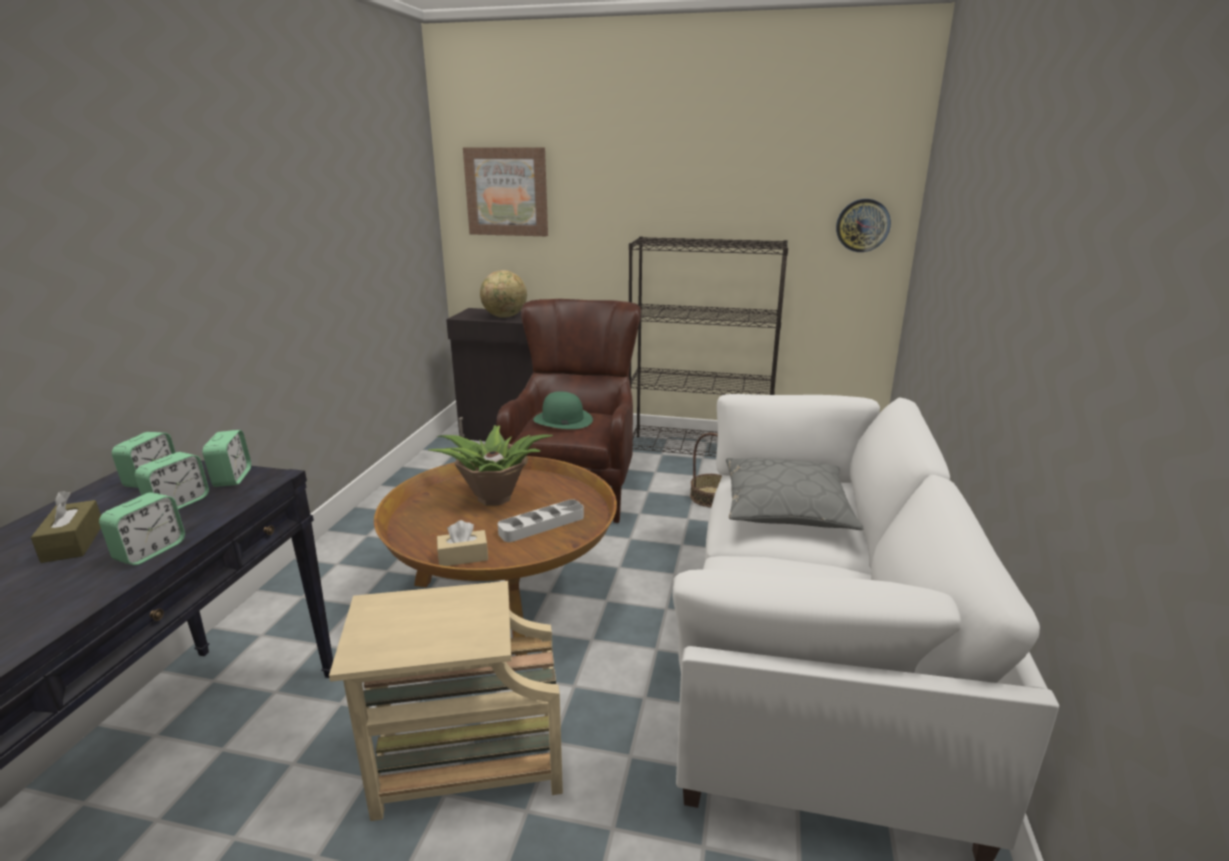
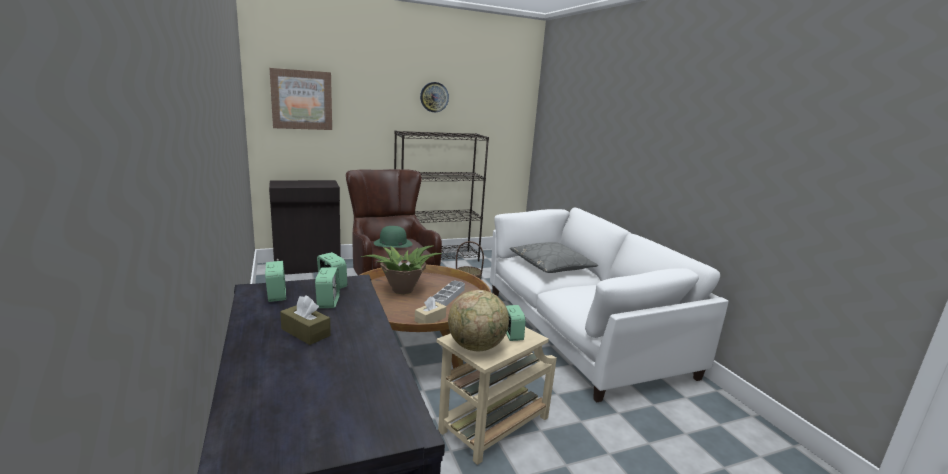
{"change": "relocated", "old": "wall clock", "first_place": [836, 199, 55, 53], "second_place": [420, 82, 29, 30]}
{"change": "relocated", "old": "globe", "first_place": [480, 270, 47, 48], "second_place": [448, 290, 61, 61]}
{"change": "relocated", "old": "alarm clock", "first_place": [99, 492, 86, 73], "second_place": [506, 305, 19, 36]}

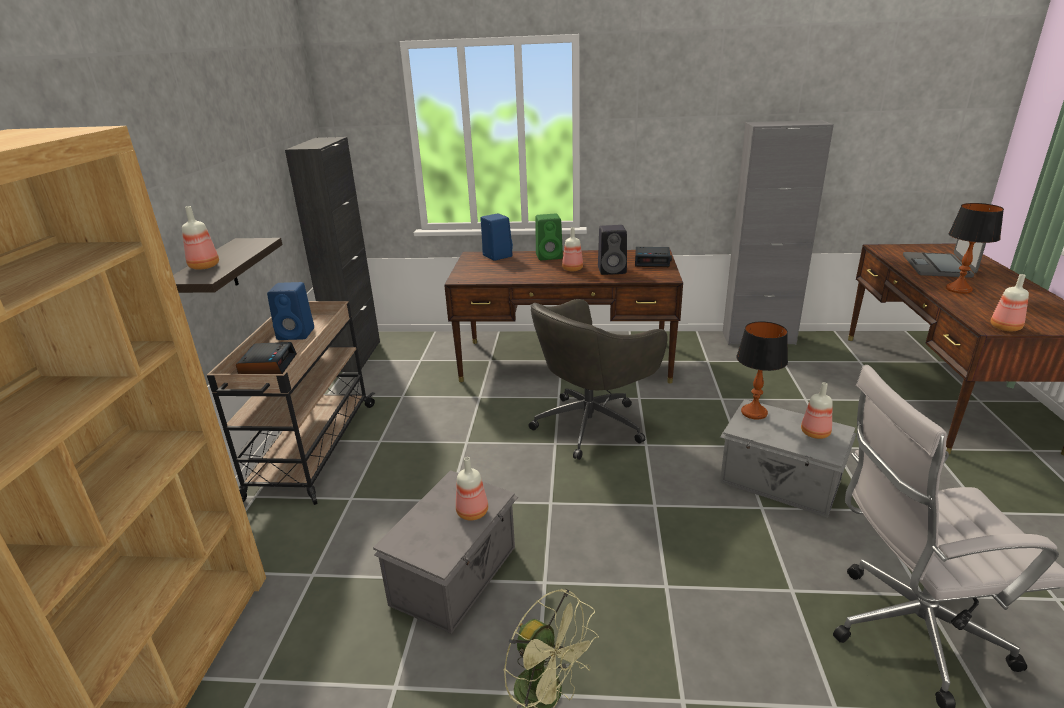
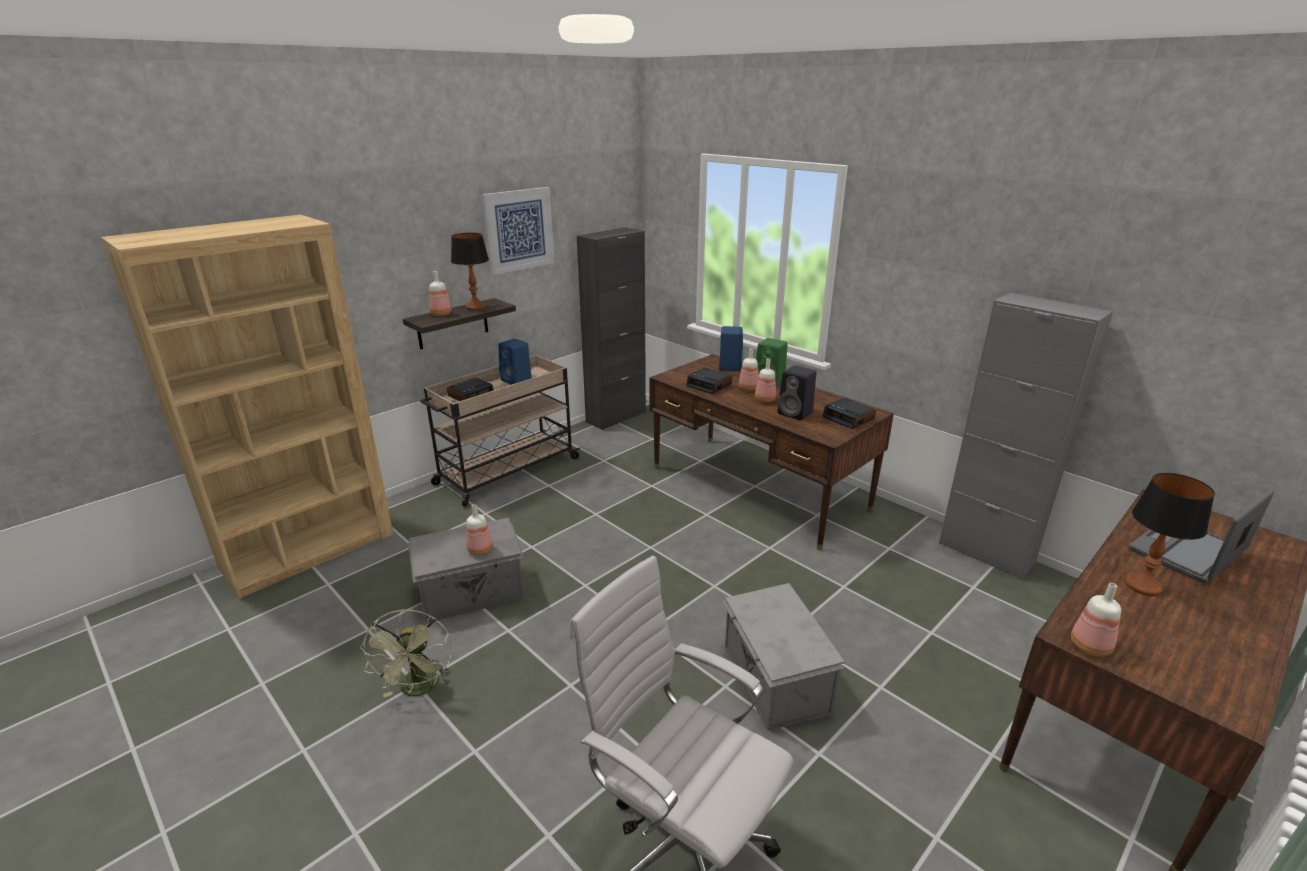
{"change": "missing", "old": "office chair (grey)", "first_place": [529, 299, 139, 161]}
{"change": "relocated", "old": "table lamp", "first_place": [736, 321, 52, 99], "second_place": [451, 233, 38, 77]}
{"change": "relocated", "old": "bottle", "first_place": [801, 382, 32, 57], "second_place": [739, 348, 20, 43]}
{"change": "appeared", "new": "picture", "second_place": [482, 187, 72, 88]}
{"change": "appeared", "new": "alarm clock", "second_place": [686, 368, 46, 26]}

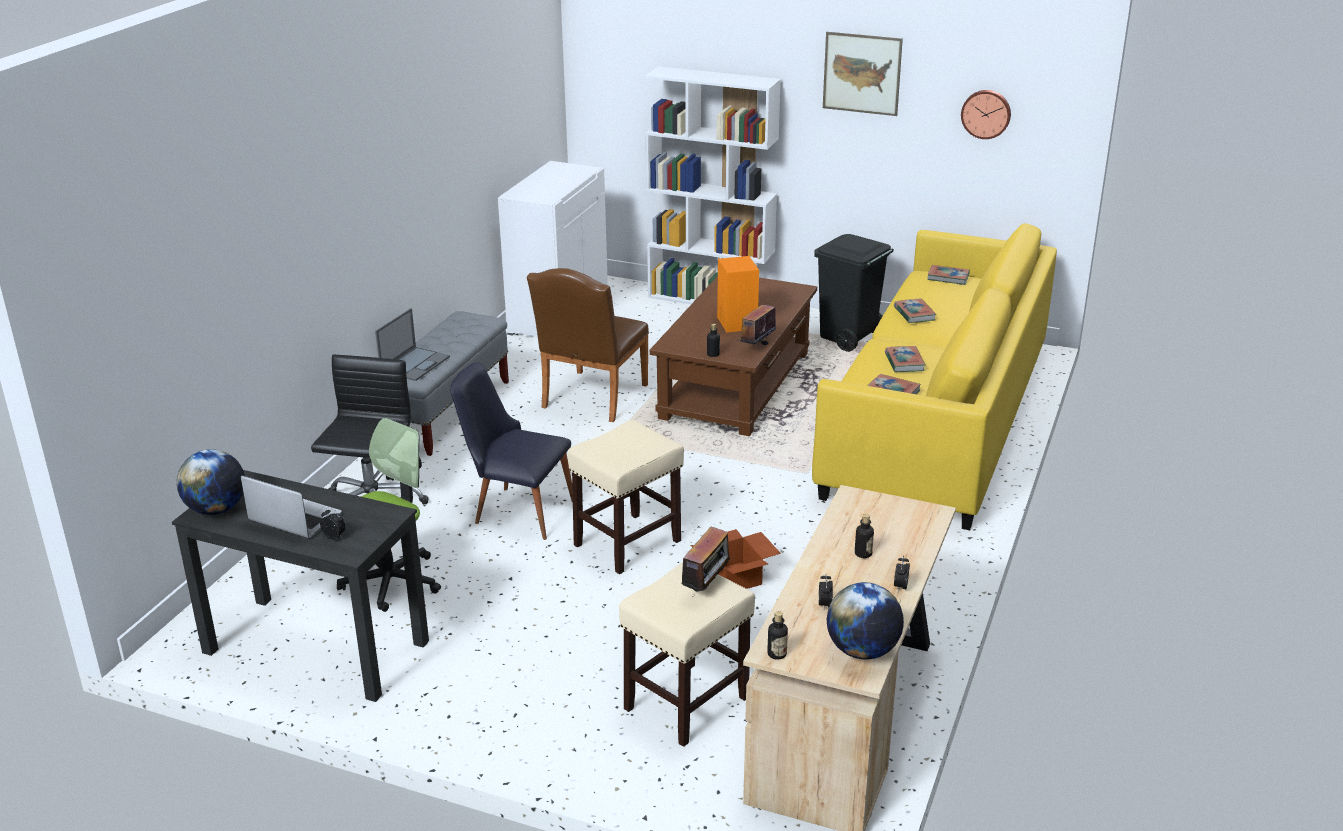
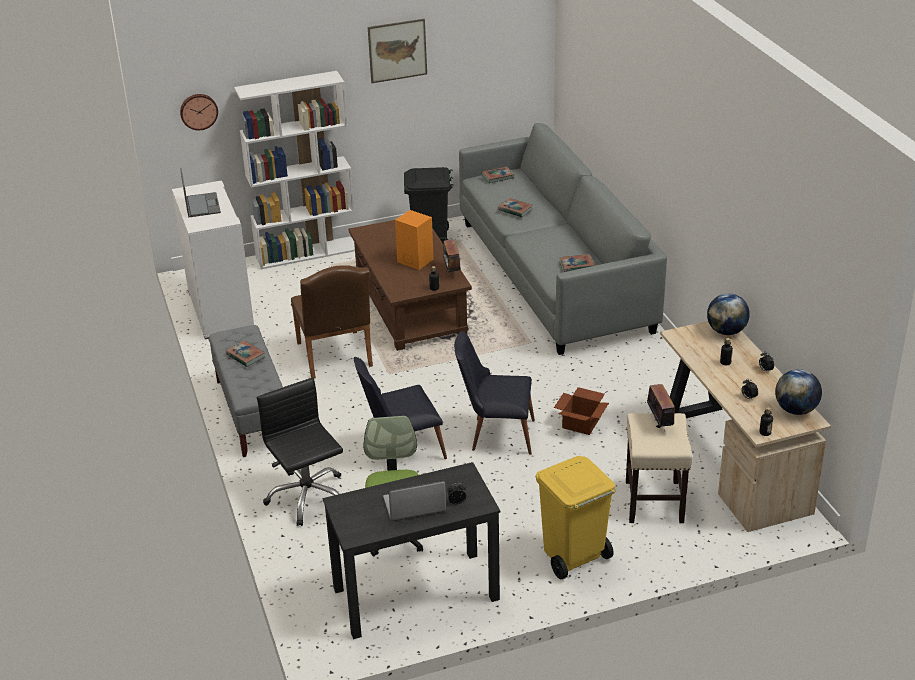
{"change": "relocated", "old": "wall clock", "first_place": [961, 90, 50, 49], "second_place": [180, 94, 38, 36]}
{"change": "colour", "old": "sofa (yellow)", "new": "sofa (grey)", "first_place": [812, 223, 245, 307], "second_place": [459, 123, 208, 232]}
{"change": "relocated", "old": "laptop", "first_place": [375, 308, 75, 73], "second_place": [180, 168, 41, 50]}
{"change": "relocated", "old": "book", "first_place": [885, 346, 41, 26], "second_place": [226, 341, 39, 26]}
{"change": "exchanged", "old": "stool (beige)", "new": "chair (black)", "first_place": [568, 420, 116, 154], "second_place": [454, 331, 81, 124]}
{"change": "relocated", "old": "globe", "first_place": [177, 449, 68, 66], "second_place": [707, 293, 43, 42]}
{"change": "appeared", "new": "trash can (yellow)", "second_place": [536, 456, 79, 123]}

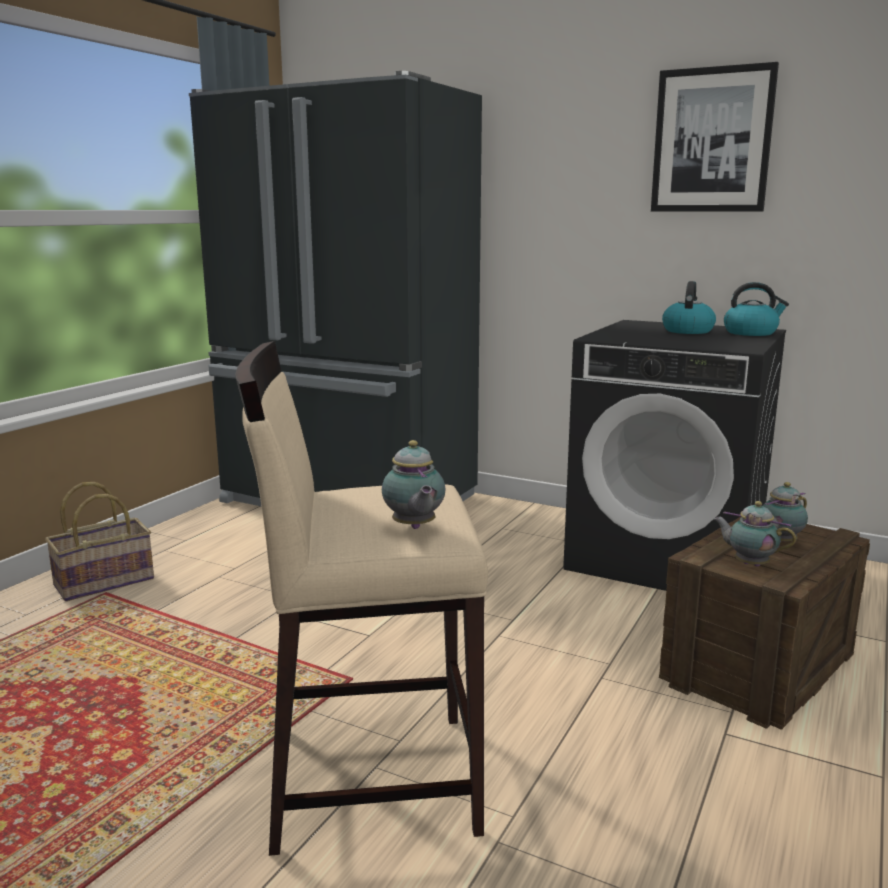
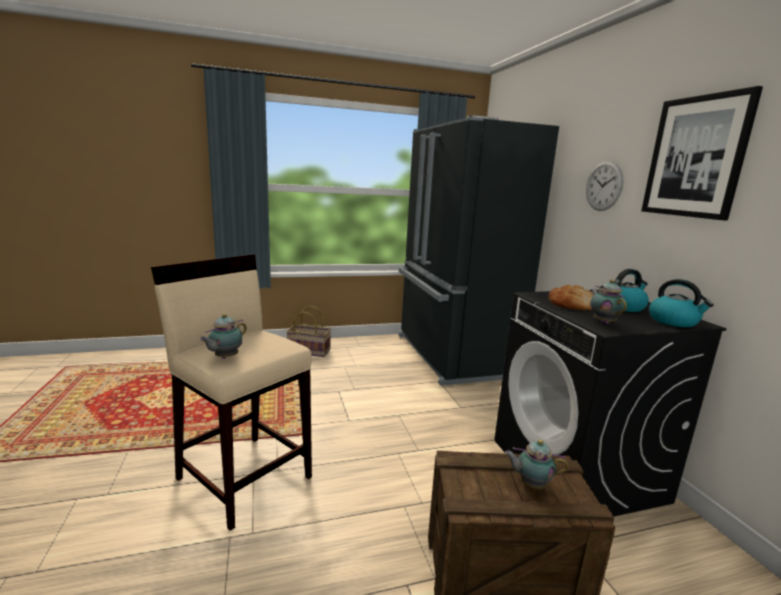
{"change": "relocated", "old": "teapot", "first_place": [713, 501, 83, 66], "second_place": [590, 280, 37, 44]}
{"change": "appeared", "new": "wall clock", "second_place": [586, 161, 38, 50]}
{"change": "appeared", "new": "bread", "second_place": [548, 285, 45, 25]}

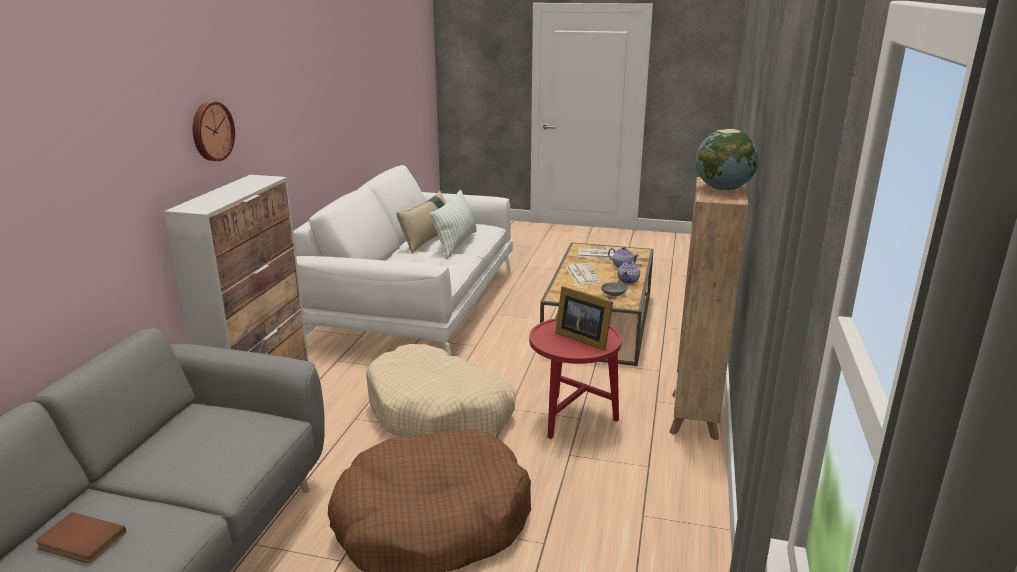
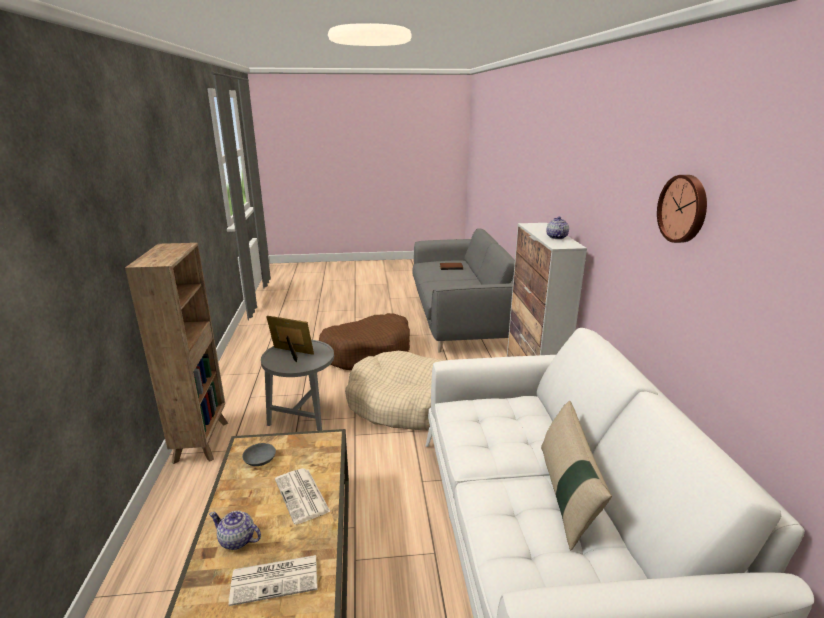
{"change": "relocated", "old": "wall clock", "first_place": [193, 101, 42, 60], "second_place": [657, 175, 50, 68]}
{"change": "missing", "old": "globe", "first_place": [696, 129, 63, 62]}
{"change": "missing", "old": "pillow", "first_place": [430, 190, 46, 69]}
{"change": "relocated", "old": "teapot", "first_place": [618, 260, 22, 24], "second_place": [547, 216, 22, 23]}
{"change": "colour", "old": "side table (red)", "new": "side table (grey)", "first_place": [529, 318, 93, 121], "second_place": [261, 340, 73, 91]}

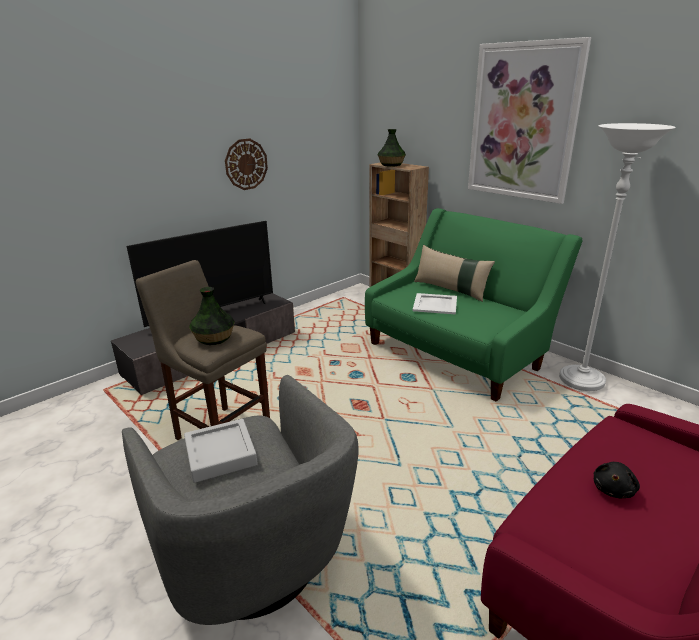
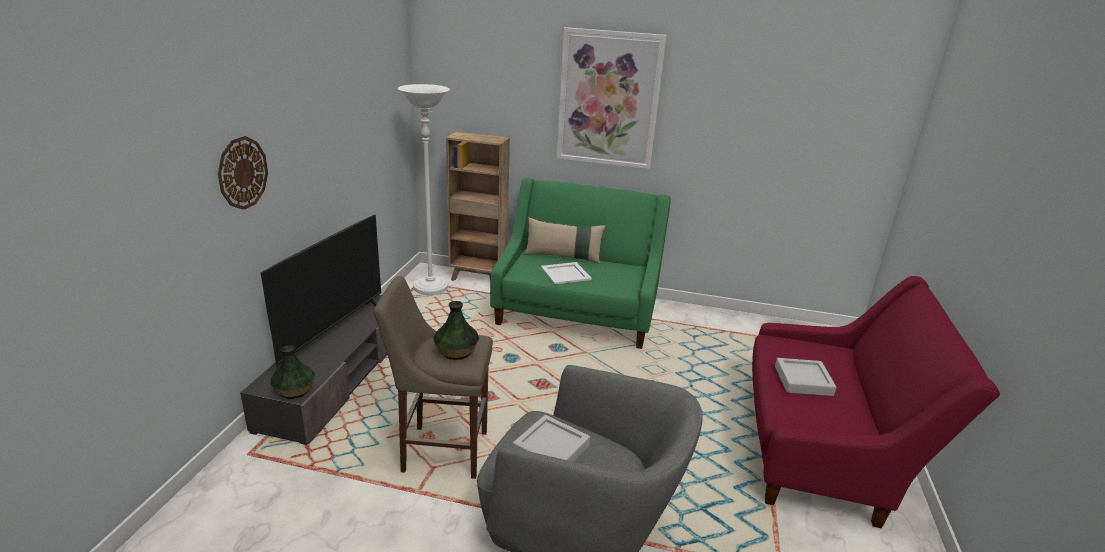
{"change": "relocated", "old": "floor lamp (white)", "first_place": [559, 123, 117, 268], "second_place": [398, 84, 52, 211]}
{"change": "relocated", "old": "vase", "first_place": [378, 129, 28, 37], "second_place": [271, 345, 44, 54]}
{"change": "relocated", "old": "wall clock", "first_place": [225, 138, 43, 52], "second_place": [218, 136, 50, 74]}
{"change": "exchanged", "old": "plush toy (black)", "new": "tray (grey)", "first_place": [594, 462, 46, 36], "second_place": [775, 358, 61, 38]}

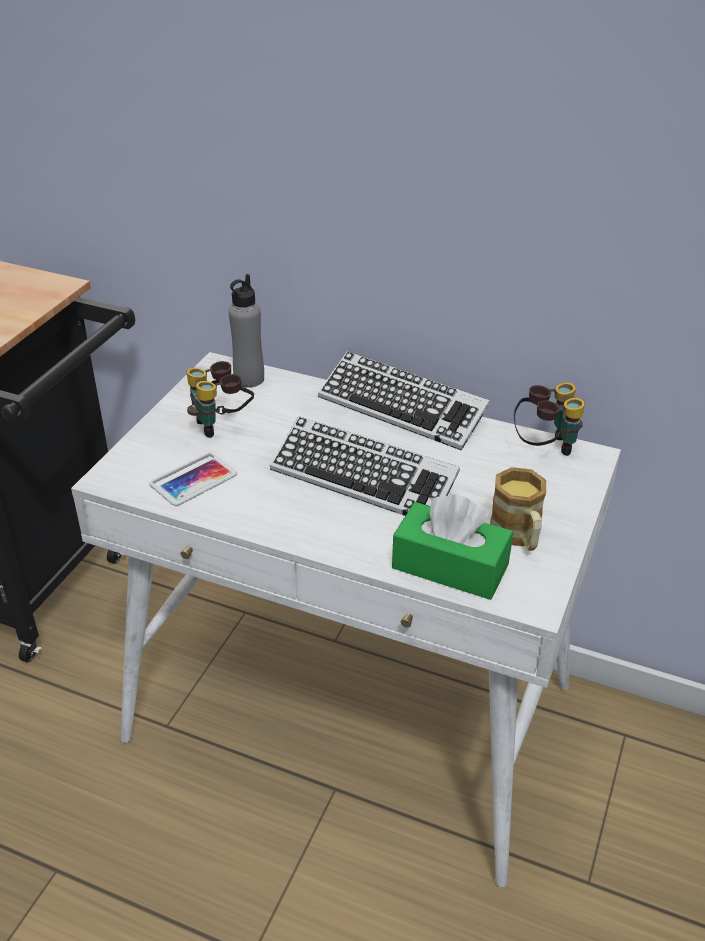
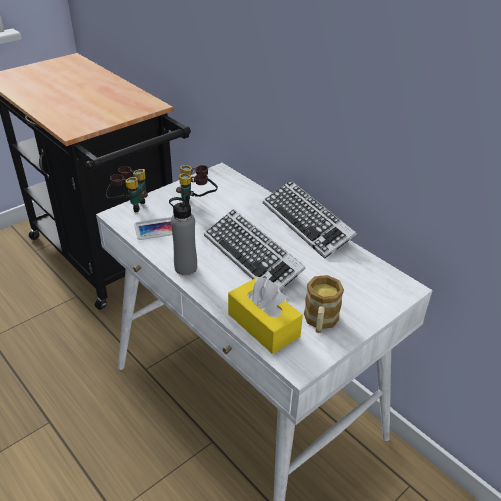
{"change": "relocated", "old": "bottle (grey)", "first_place": [229, 274, 35, 114], "second_place": [169, 194, 28, 81]}
{"change": "relocated", "old": "binoculars", "first_place": [514, 383, 71, 73], "second_place": [106, 166, 42, 47]}
{"change": "colour", "old": "tissue box (green)", "new": "tissue box (yellow)", "first_place": [392, 494, 121, 106], "second_place": [228, 276, 75, 78]}

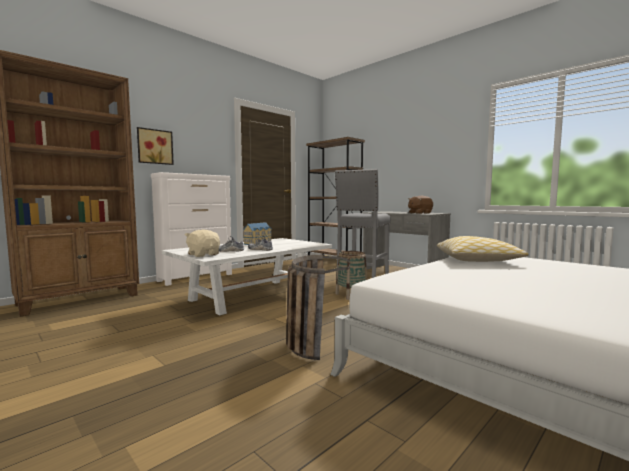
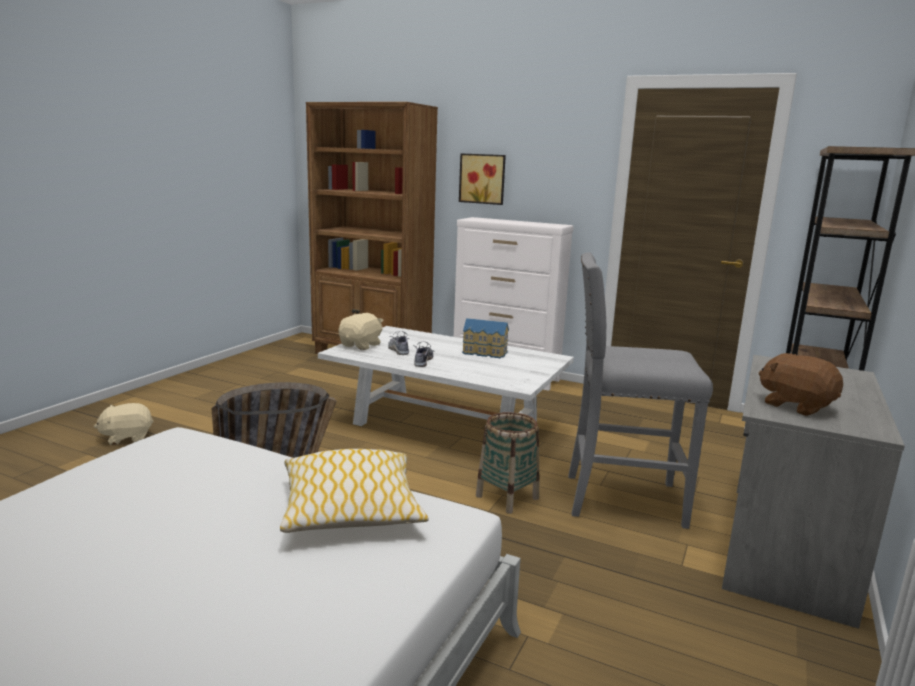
{"change": "appeared", "new": "plush toy (beige)", "second_place": [94, 403, 60, 42]}

